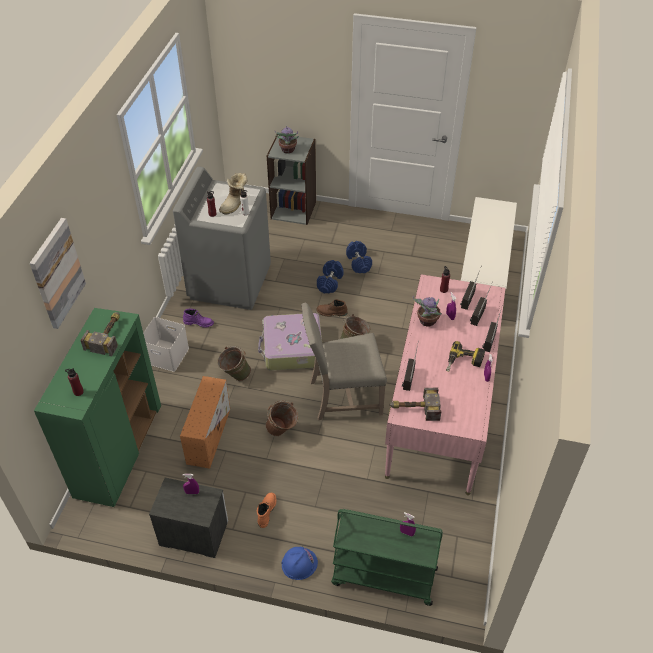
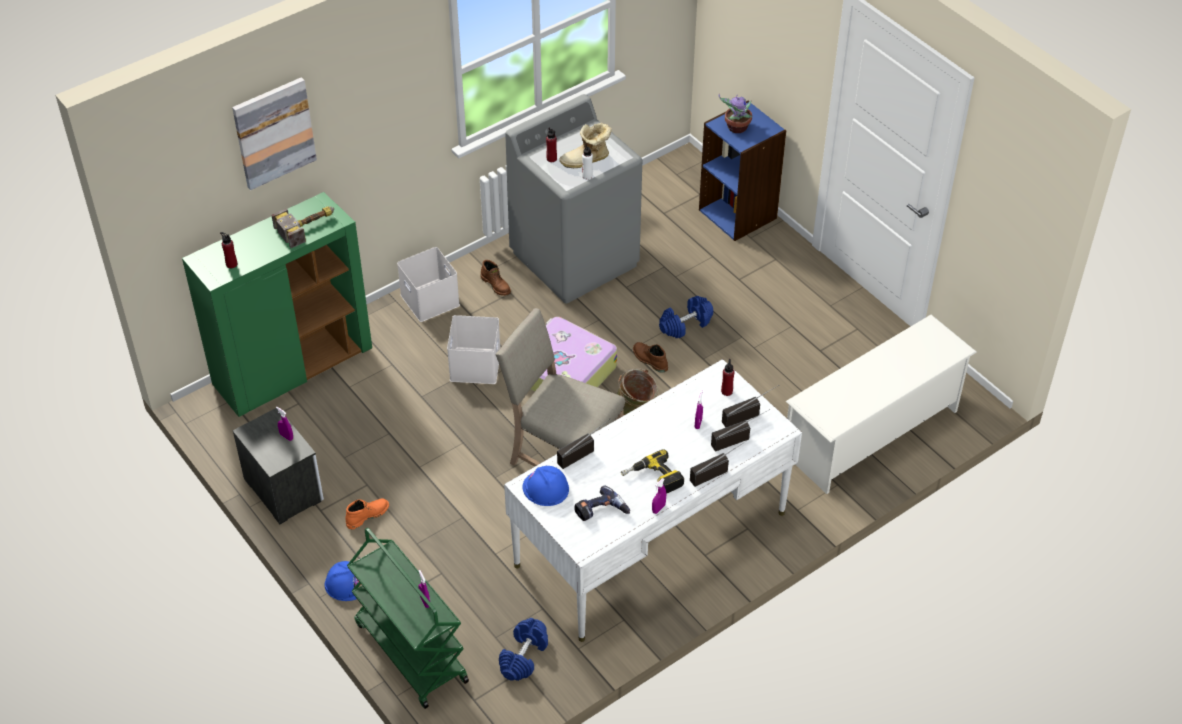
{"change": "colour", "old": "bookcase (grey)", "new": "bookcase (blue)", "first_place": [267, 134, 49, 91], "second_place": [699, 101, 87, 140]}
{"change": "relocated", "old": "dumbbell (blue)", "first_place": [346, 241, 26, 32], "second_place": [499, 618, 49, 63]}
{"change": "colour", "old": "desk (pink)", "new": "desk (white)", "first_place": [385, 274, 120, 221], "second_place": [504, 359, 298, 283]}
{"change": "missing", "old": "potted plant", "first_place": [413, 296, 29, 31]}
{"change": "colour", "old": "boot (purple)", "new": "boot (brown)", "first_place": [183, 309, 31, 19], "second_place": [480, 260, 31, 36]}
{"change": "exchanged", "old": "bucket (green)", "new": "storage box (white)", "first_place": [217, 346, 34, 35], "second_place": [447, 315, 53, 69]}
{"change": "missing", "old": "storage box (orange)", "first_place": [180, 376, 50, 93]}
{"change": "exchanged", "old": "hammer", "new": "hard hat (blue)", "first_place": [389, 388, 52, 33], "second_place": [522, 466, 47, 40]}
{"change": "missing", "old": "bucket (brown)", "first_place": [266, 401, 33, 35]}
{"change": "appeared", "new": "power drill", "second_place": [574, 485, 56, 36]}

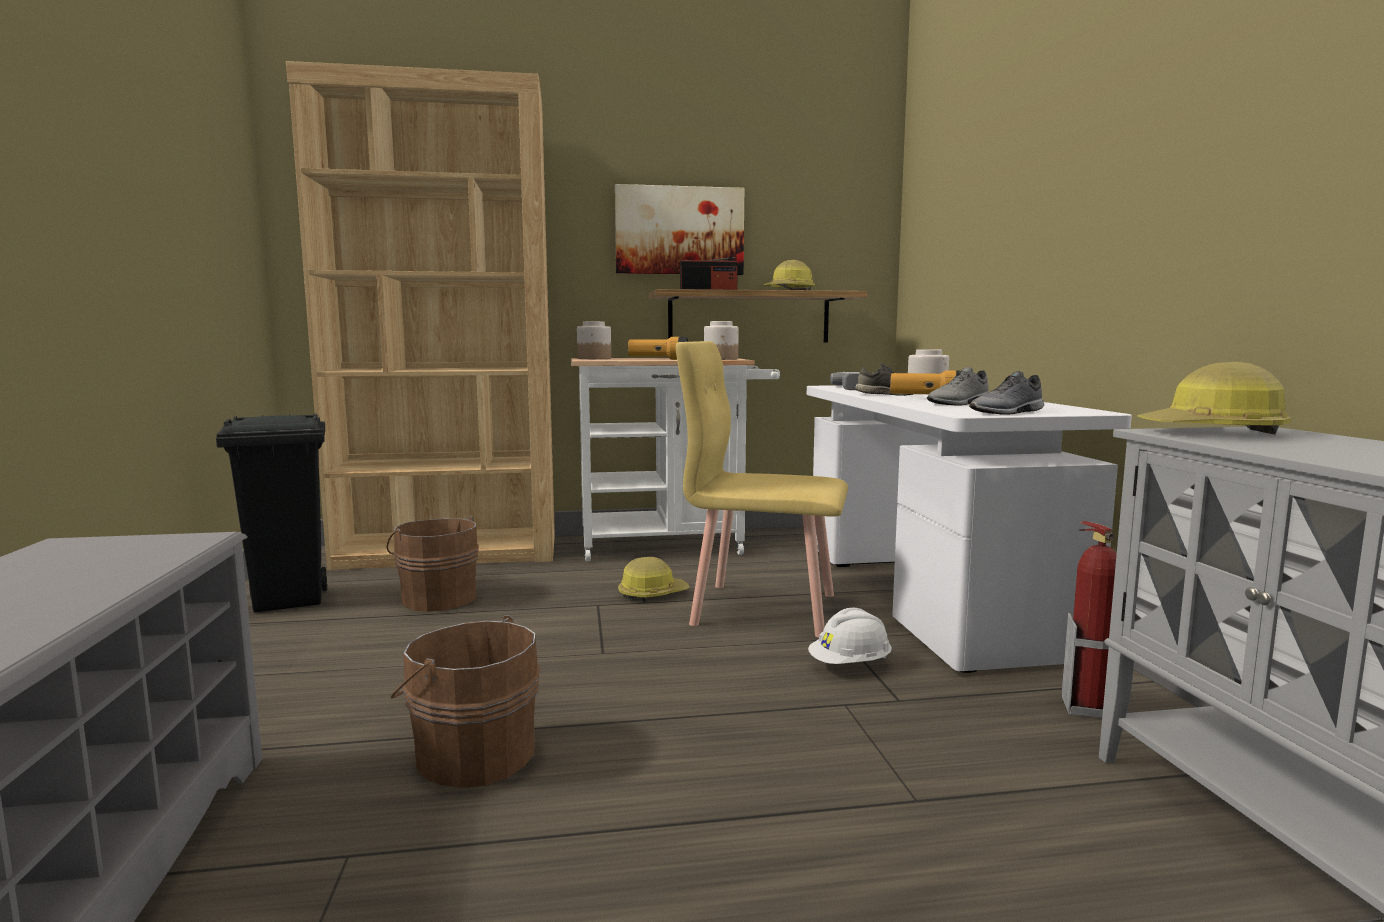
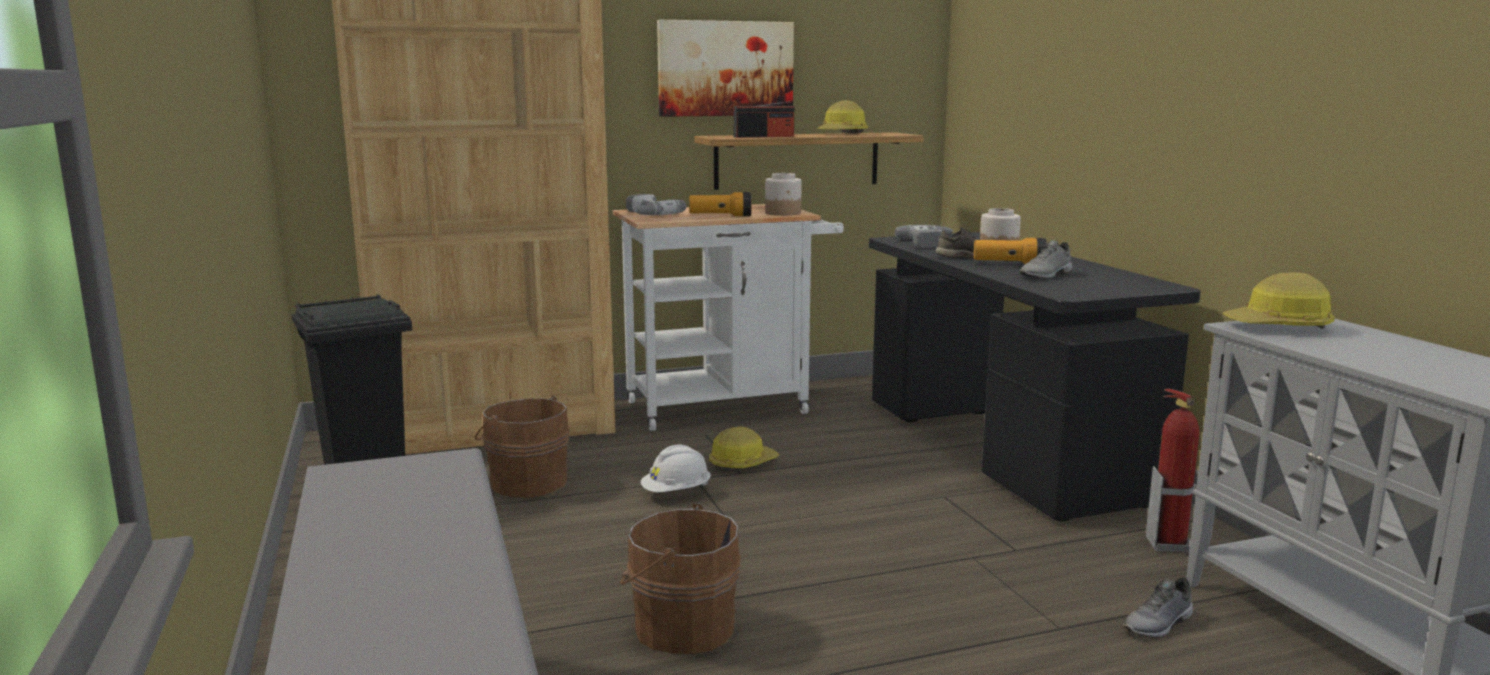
{"change": "exchanged", "old": "jar", "new": "power drill", "first_place": [577, 321, 34, 38], "second_place": [626, 194, 60, 21]}
{"change": "missing", "old": "chair (yellow)", "first_place": [676, 341, 172, 297]}
{"change": "relocated", "old": "shoe (grey)", "first_place": [969, 371, 75, 44], "second_place": [1123, 577, 70, 61]}
{"change": "colour", "old": "desk (white)", "new": "desk (black)", "first_place": [807, 385, 325, 288], "second_place": [869, 232, 332, 289]}
{"change": "relocated", "old": "hard hat (white)", "first_place": [808, 608, 84, 56], "second_place": [641, 445, 70, 47]}

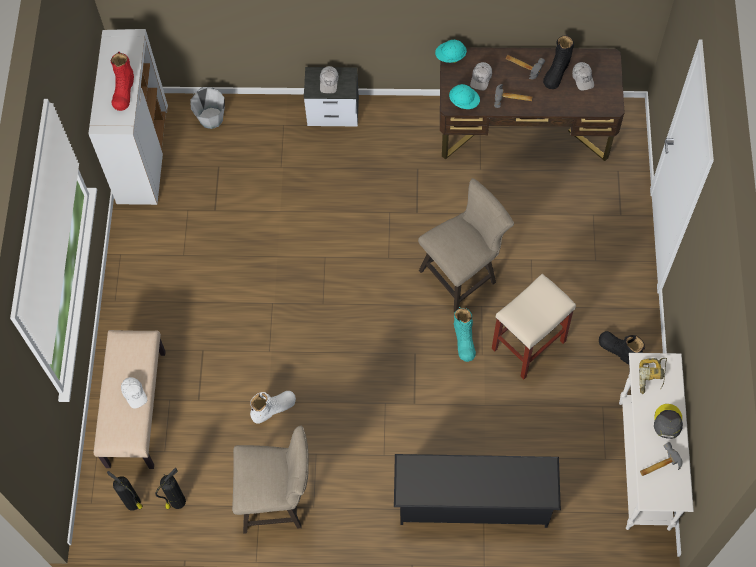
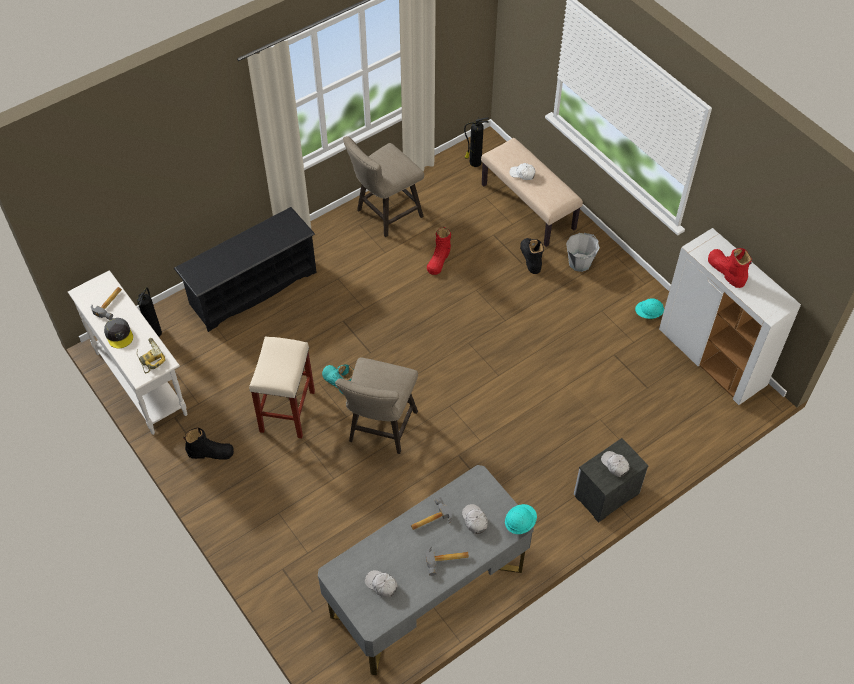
{"change": "relocated", "old": "boot (black)", "first_place": [543, 35, 31, 54], "second_place": [520, 238, 24, 36]}
{"change": "colour", "old": "desk (brown)", "new": "desk (grey)", "first_place": [440, 47, 185, 114], "second_place": [318, 465, 216, 210]}
{"change": "relocated", "old": "hard hat (turquoise)", "first_place": [449, 84, 31, 25], "second_place": [635, 298, 29, 22]}
{"change": "relocated", "old": "bucket (grey)", "first_place": [190, 87, 35, 42], "second_place": [566, 233, 34, 39]}
{"change": "colour", "old": "boot (white)", "new": "boot (red)", "first_place": [250, 391, 46, 33], "second_place": [427, 227, 24, 48]}
{"change": "relocated", "old": "fire extinguisher", "first_place": [155, 468, 31, 41], "second_place": [137, 288, 25, 49]}

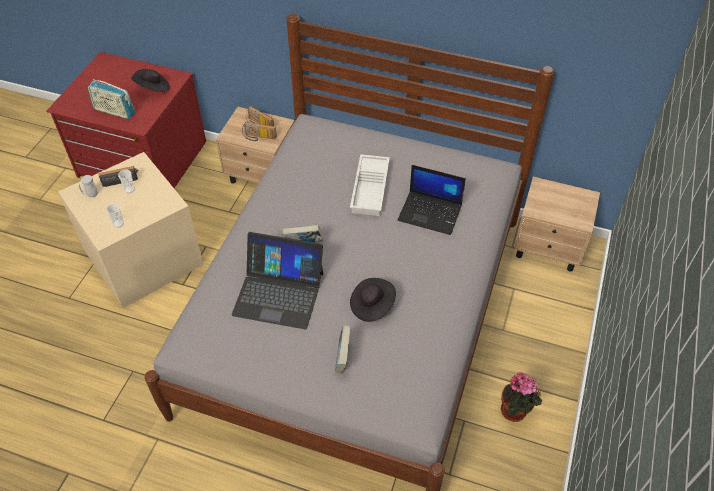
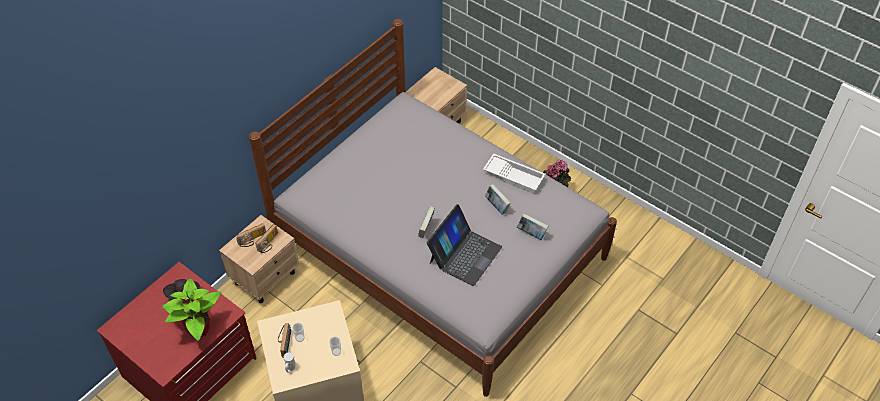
{"change": "exchanged", "old": "radio", "new": "potted plant", "first_place": [87, 79, 48, 40], "second_place": [162, 279, 59, 62]}
{"change": "relocated", "old": "tray (white)", "first_place": [350, 154, 40, 62], "second_place": [483, 153, 63, 41]}
{"change": "missing", "old": "laptop", "first_place": [397, 165, 69, 70]}
{"change": "exchanged", "old": "hat (black)", "new": "book", "first_place": [350, 278, 46, 44], "second_place": [485, 184, 26, 31]}

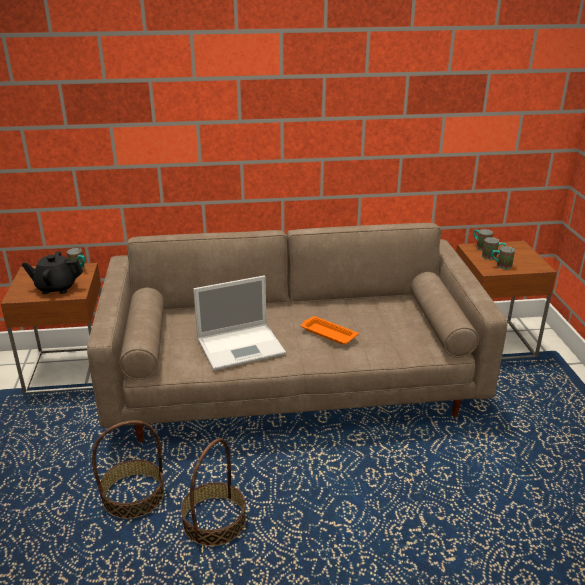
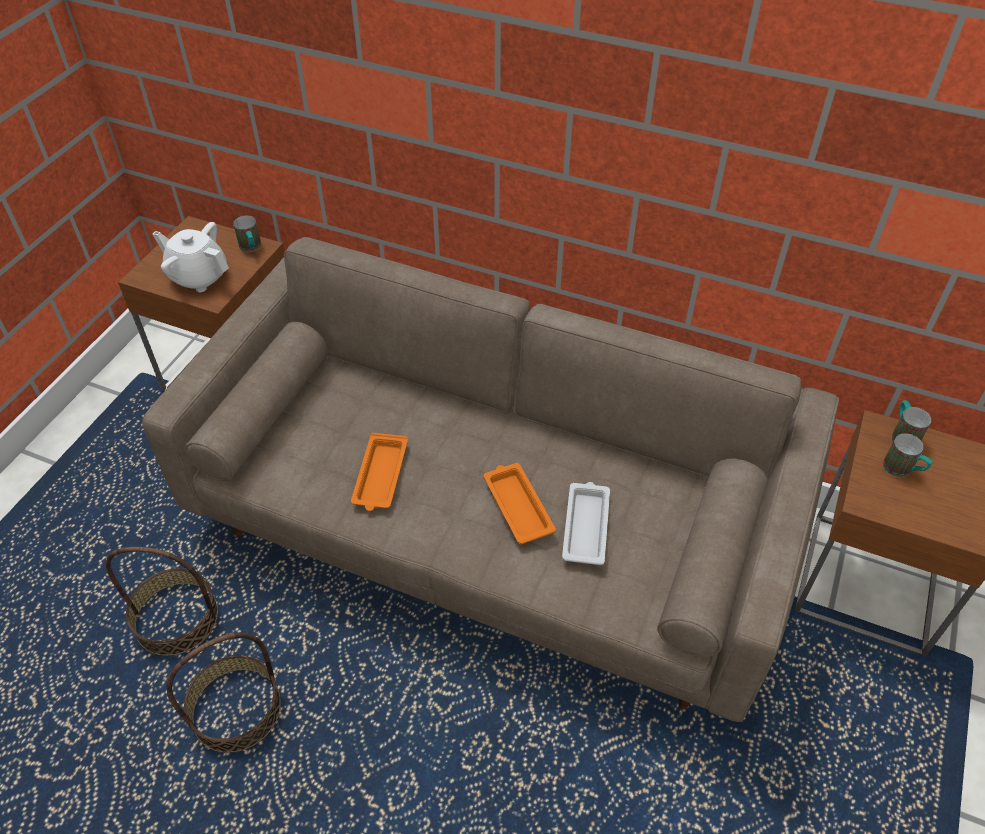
{"change": "missing", "old": "mug", "first_place": [492, 246, 23, 23]}
{"change": "colour", "old": "teapot (black)", "new": "teapot (white)", "first_place": [22, 251, 61, 43], "second_place": [152, 222, 77, 70]}
{"change": "exchanged", "old": "laptop", "new": "tray (orange)", "first_place": [193, 275, 93, 96], "second_place": [351, 433, 57, 78]}
{"change": "appeared", "new": "tray (white)", "second_place": [562, 482, 48, 83]}

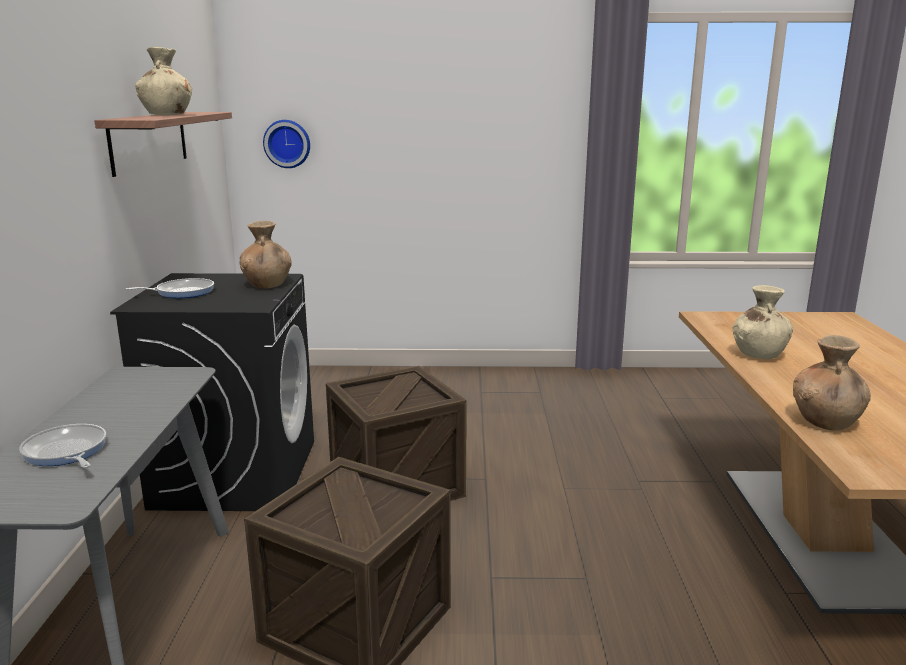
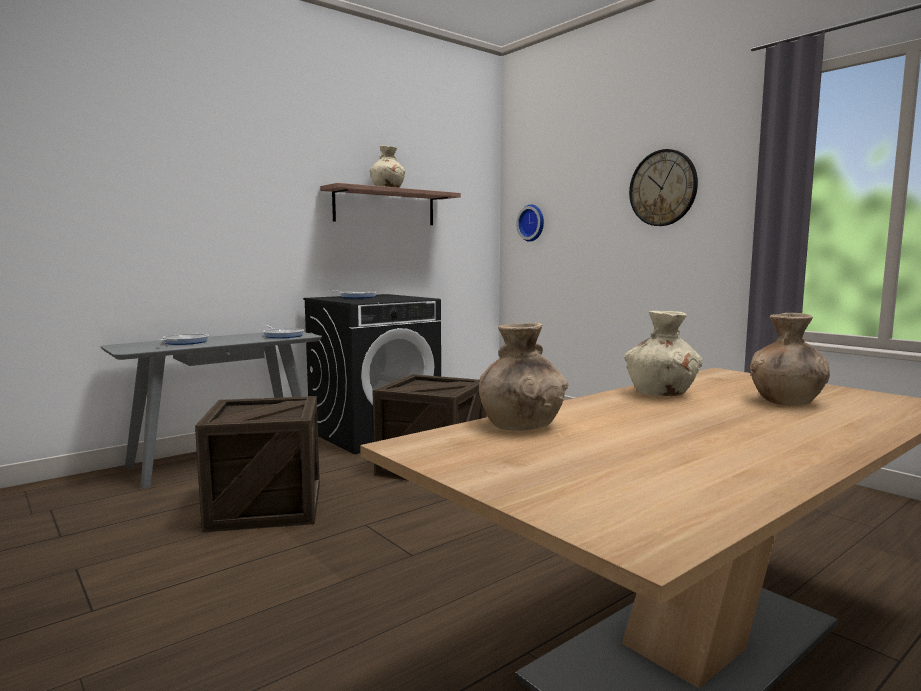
{"change": "relocated", "old": "vase (brown)", "first_place": [240, 221, 52, 67], "second_place": [750, 313, 80, 92]}
{"change": "appeared", "new": "wall clock", "second_place": [629, 149, 69, 77]}
{"change": "appeared", "new": "frying pan", "second_place": [263, 326, 41, 12]}

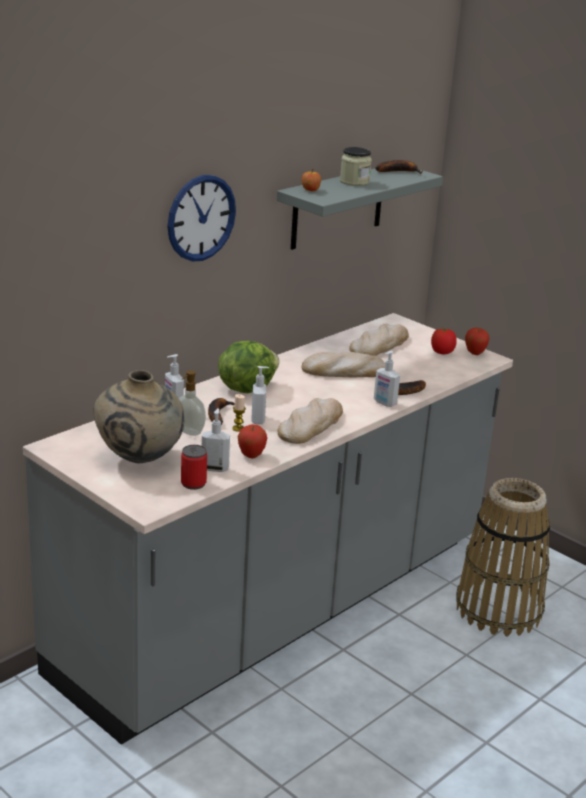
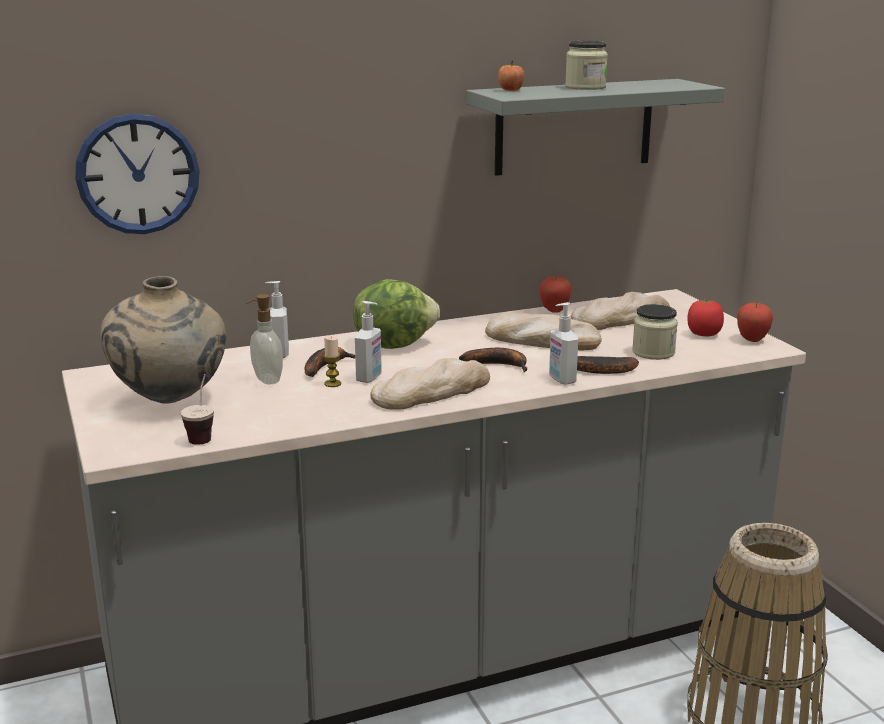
{"change": "relocated", "old": "banana", "first_place": [375, 160, 48, 14], "second_place": [459, 348, 68, 24]}
{"change": "relocated", "old": "wall clock", "first_place": [167, 175, 69, 87], "second_place": [75, 113, 125, 121]}
{"change": "missing", "old": "soap dispenser", "first_place": [202, 408, 28, 64]}
{"change": "relocated", "old": "apple", "first_place": [238, 424, 29, 34], "second_place": [539, 275, 33, 38]}
{"change": "exchanged", "old": "can", "new": "cup", "first_place": [181, 445, 26, 45], "second_place": [181, 374, 33, 71]}
{"change": "appeared", "new": "jar", "second_place": [632, 304, 46, 56]}

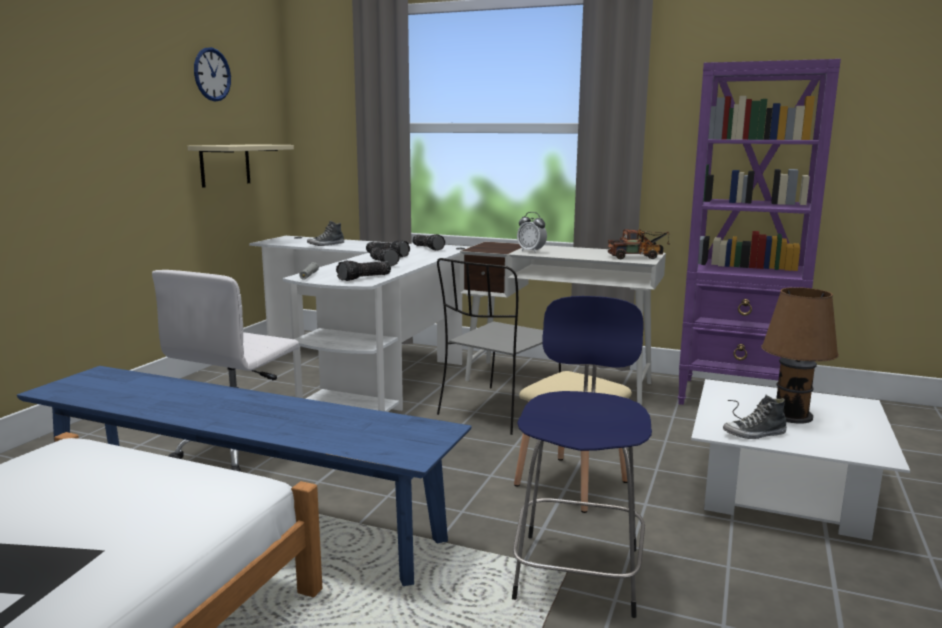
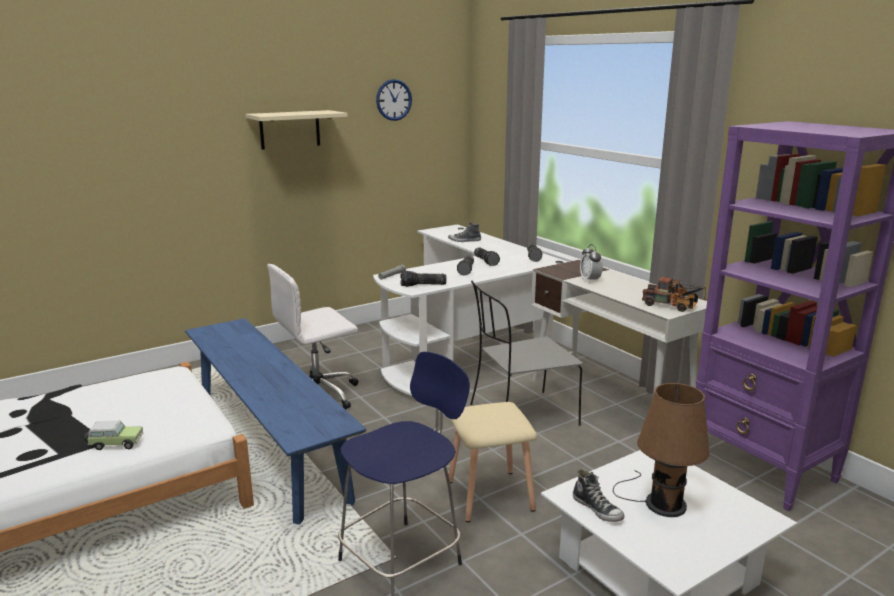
{"change": "relocated", "old": "shelf (beige)", "first_place": [188, 144, 106, 44], "second_place": [245, 110, 102, 40]}
{"change": "spun", "old": "shoe", "first_place": [723, 395, 64, 44], "second_place": [573, 469, 51, 53], "degrees": -150}
{"change": "appeared", "new": "toy car", "second_place": [85, 421, 58, 29]}

